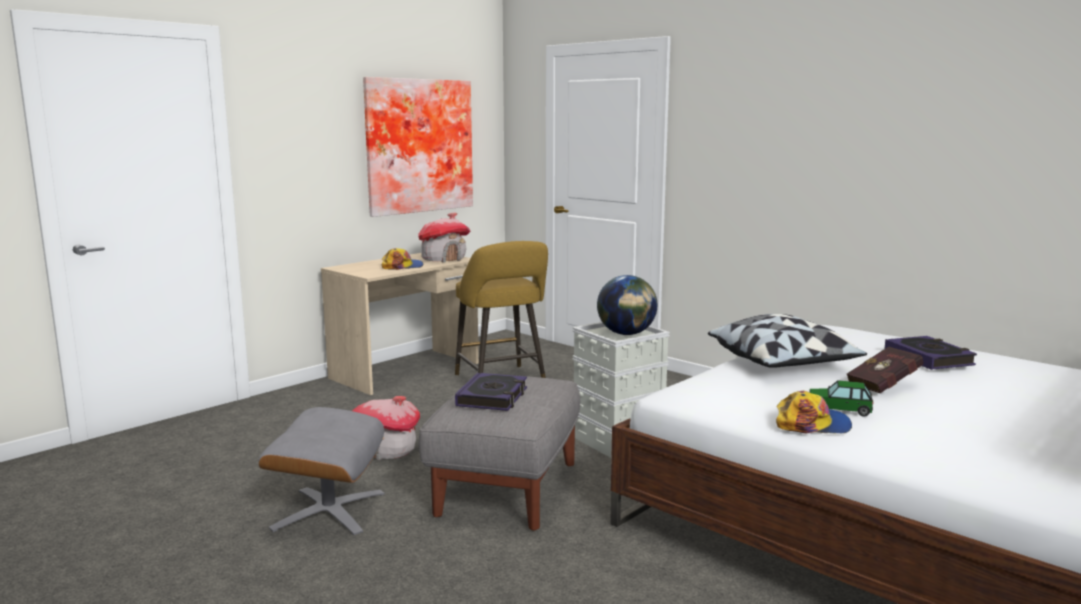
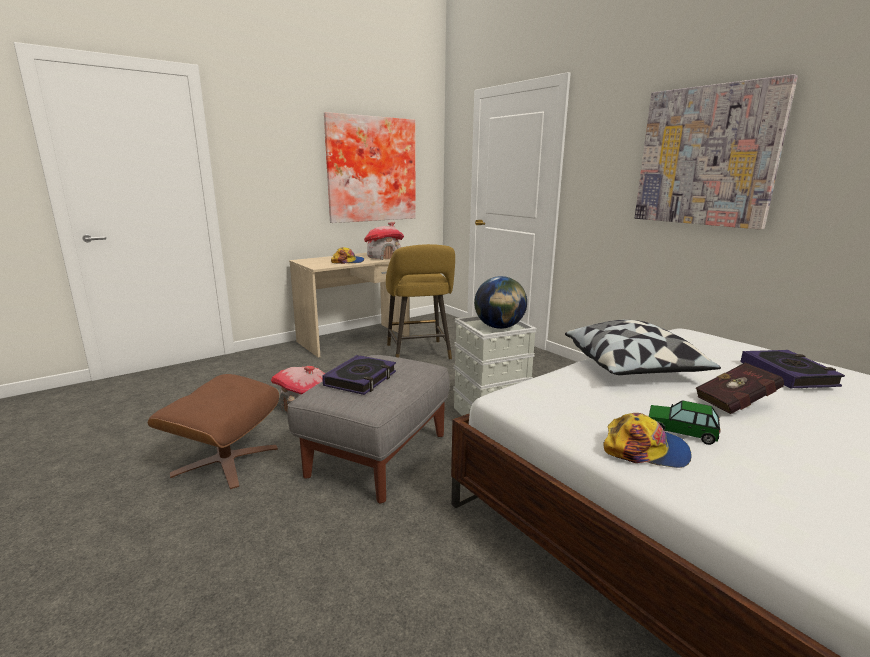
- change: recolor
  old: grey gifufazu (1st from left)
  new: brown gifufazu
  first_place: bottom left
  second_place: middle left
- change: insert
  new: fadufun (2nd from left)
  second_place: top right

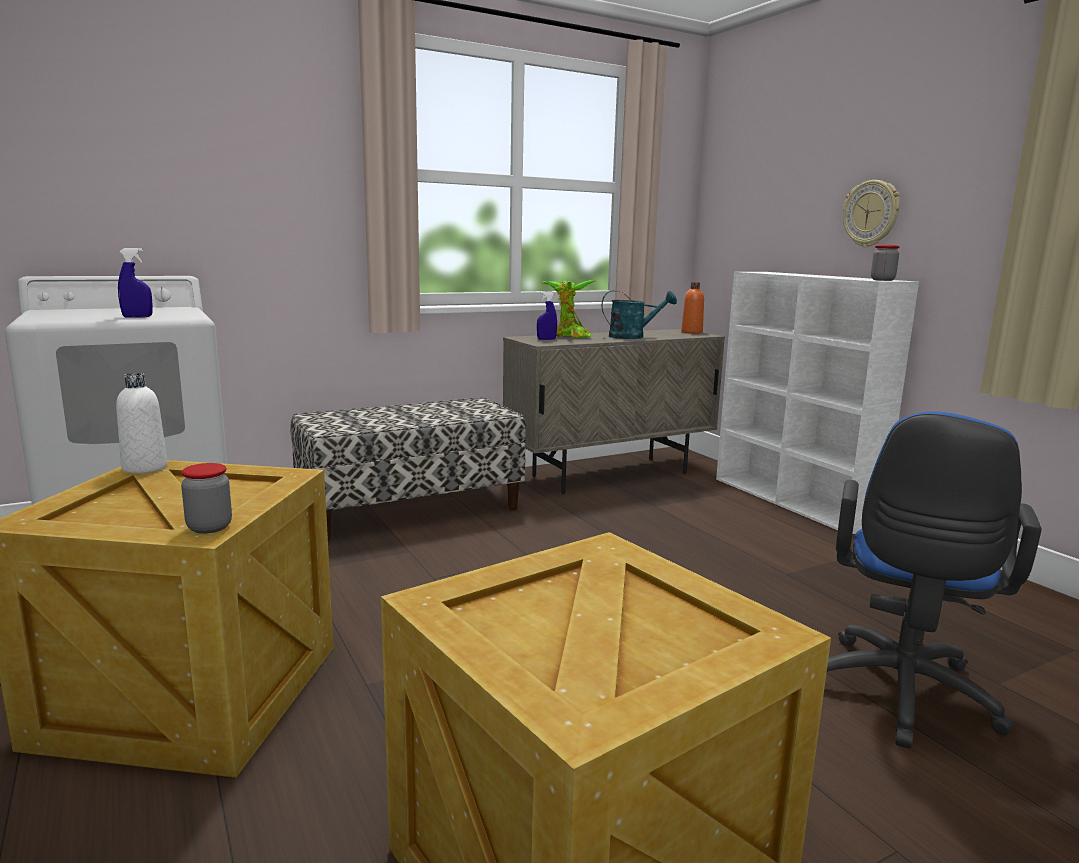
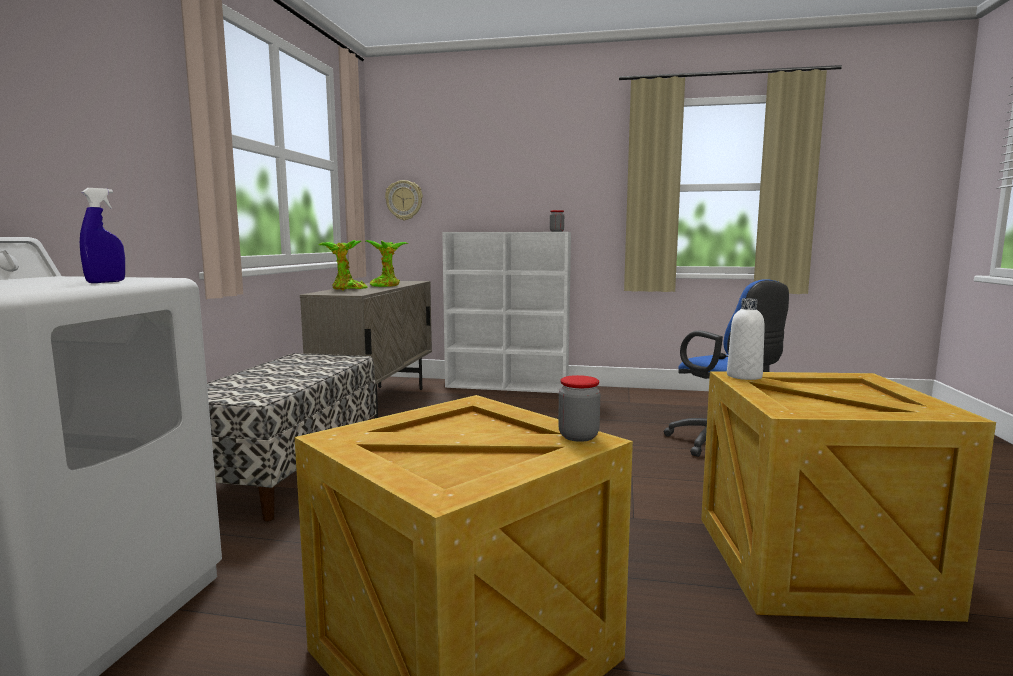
- change: move
  old: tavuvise
  first_place: top right
  second_place: top centre
- change: delete
  old: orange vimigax
  first_place: centre
- change: delete
  old: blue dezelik (2nd from left)
  first_place: centre
- change: replace
  old: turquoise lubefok
  new: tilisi (2nd from left)
  first_place: centre
  second_place: centre
- change: move
  old: white vimigax
  first_place: middle left
  second_place: middle right

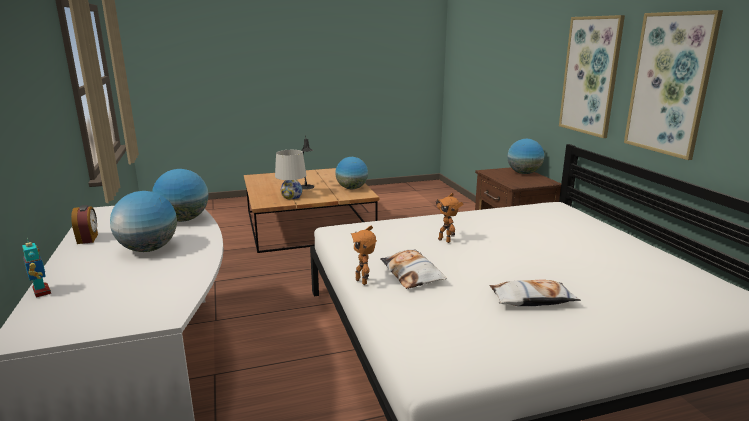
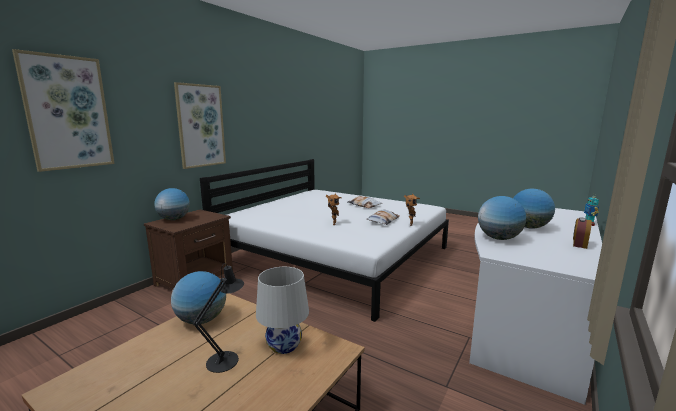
- change: move
  old: fadufun (2nd from left in the first image)
  new: fadufun (1st from left)
  first_place: top right
  second_place: top left

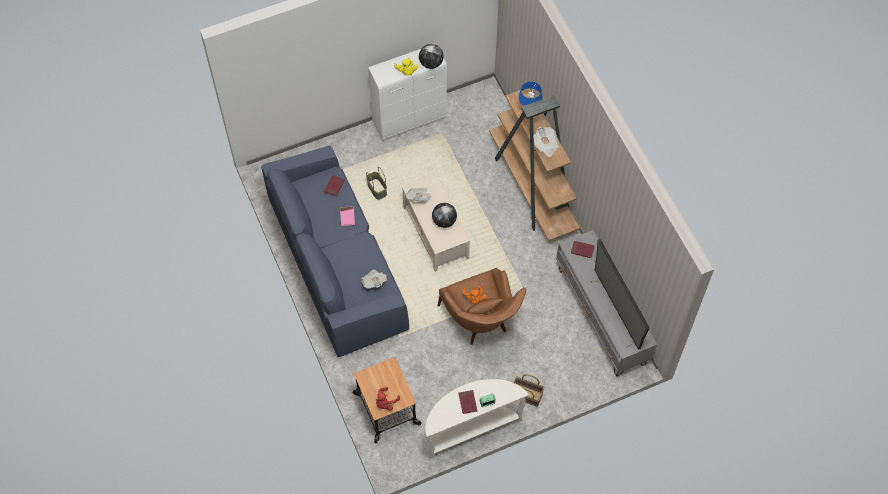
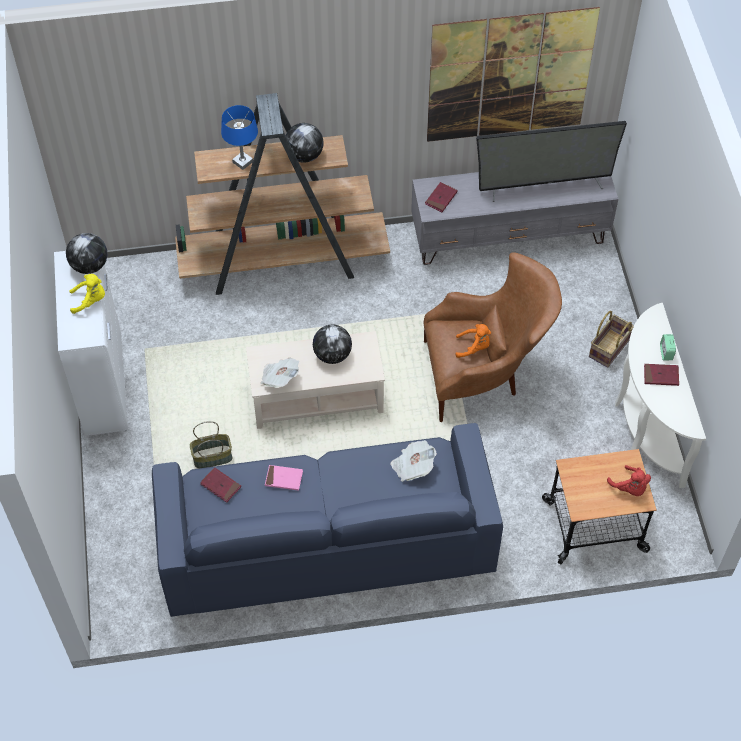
- change: replace
  old: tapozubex (3rd from left)
  new: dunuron (2nd from left)
  first_place: top centre
  second_place: top centre
- change: insert
  new: fadufun
  second_place: top right

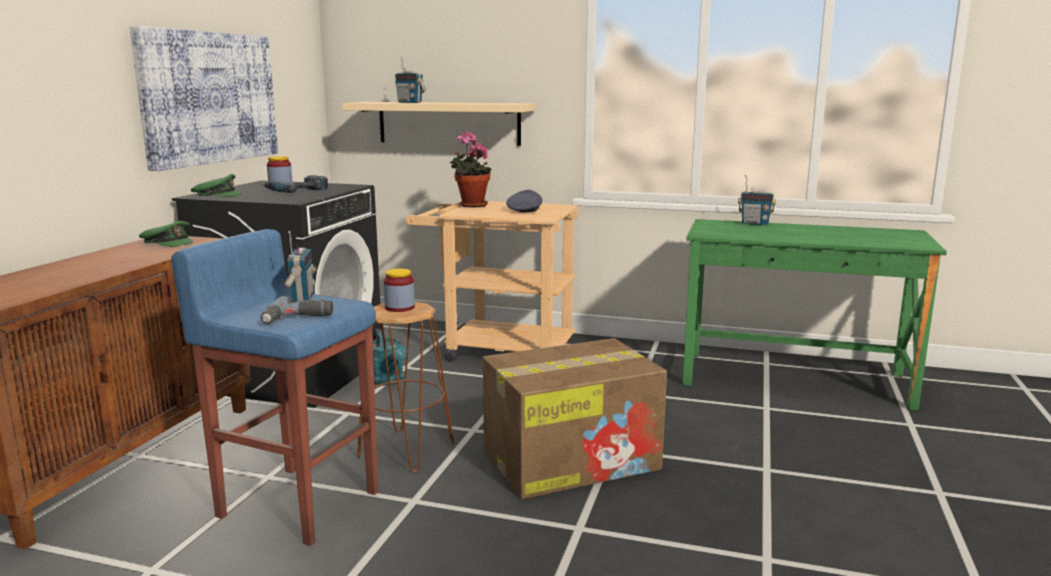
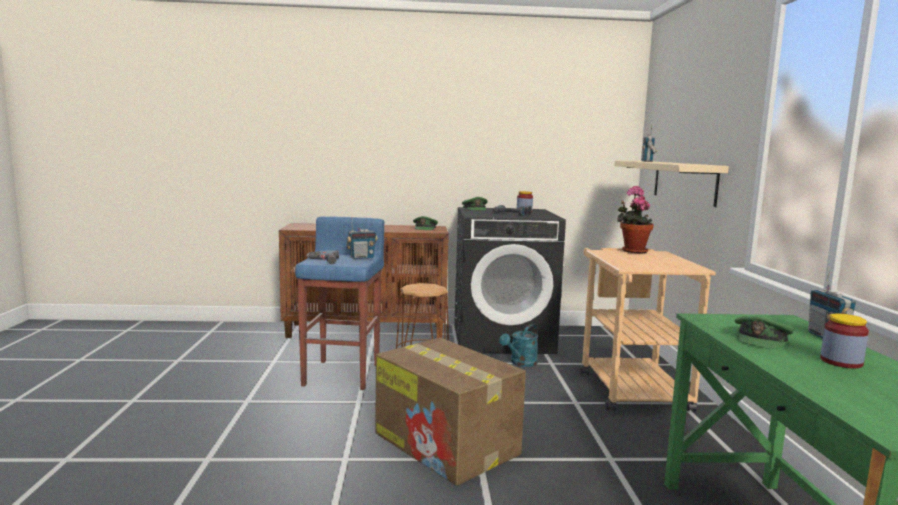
- change: delete
  old: fadufun
  first_place: top left
- change: delete
  old: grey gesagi
  first_place: centre
- change: move
  old: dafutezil (2nd from left)
  first_place: centre
  second_place: bottom right
- change: insert
  new: green gesagi (3rd from left)
  second_place: middle right

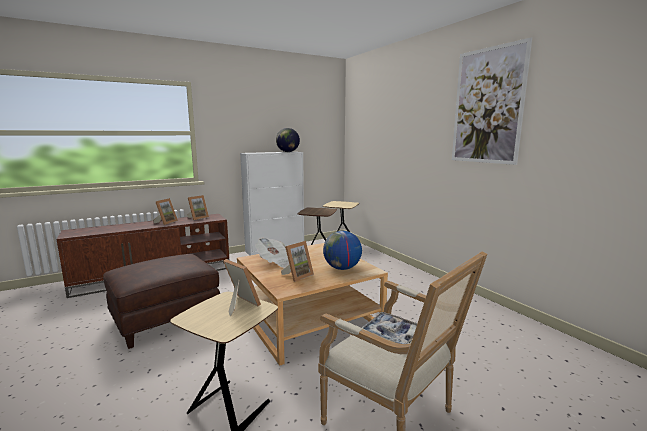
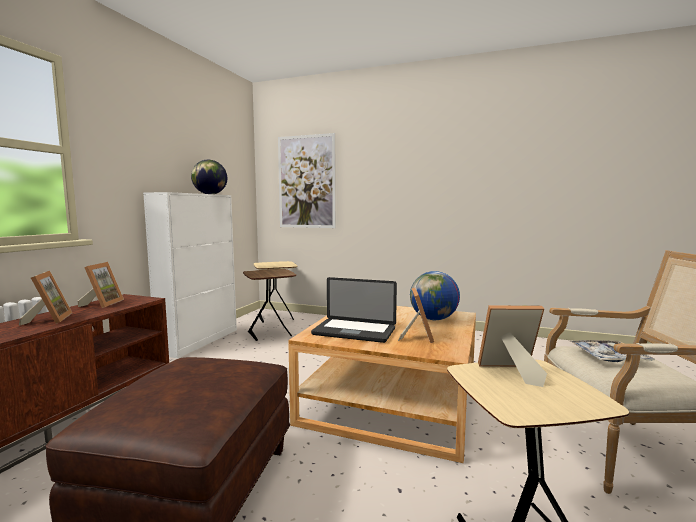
- change: move
  old: fadufun
  first_place: top right
  second_place: centre
- change: replace
  old: tapozubex
  new: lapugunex
  first_place: centre
  second_place: centre

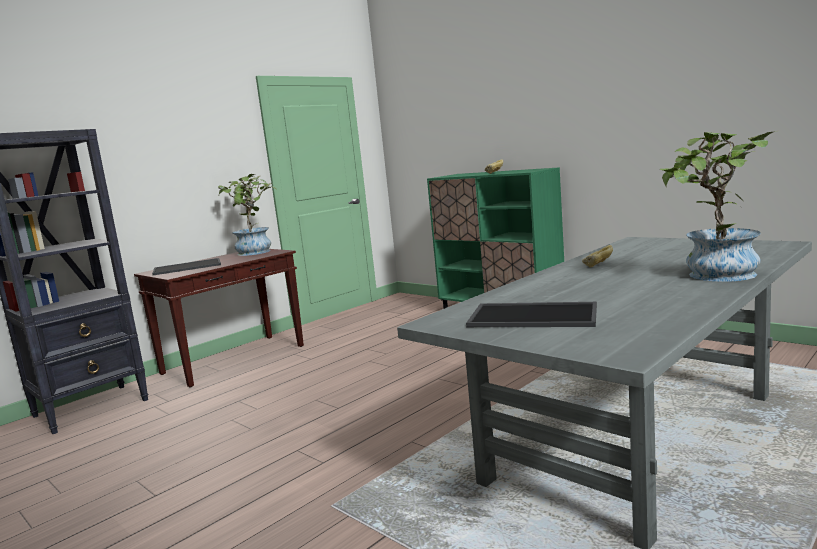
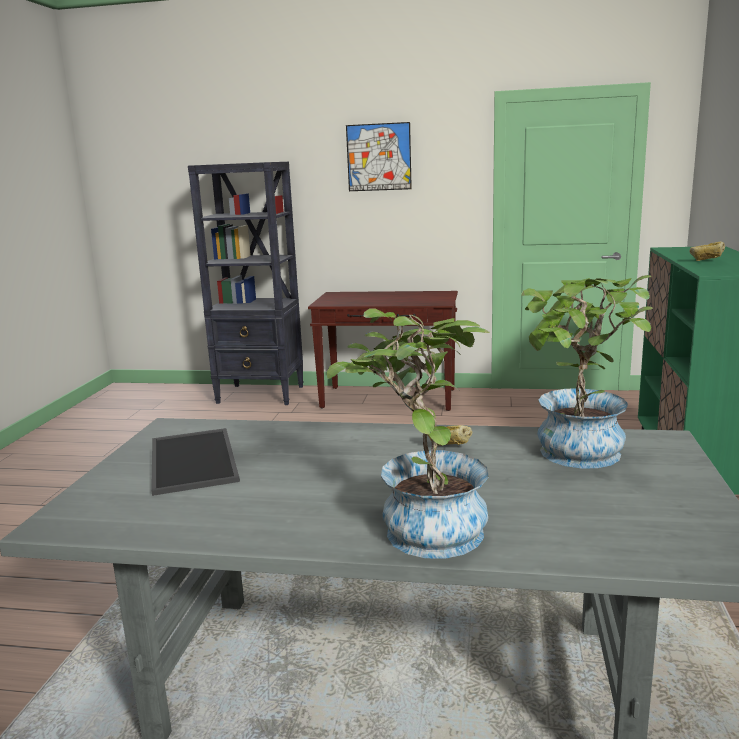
- change: move
  old: tilisi (1st from left in the first image)
  new: tilisi (2nd from left)
  first_place: middle left
  second_place: middle right
- change: delete
  old: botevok (1st from left)
  first_place: middle left
- change: insert
  new: fadufun
  second_place: top centre

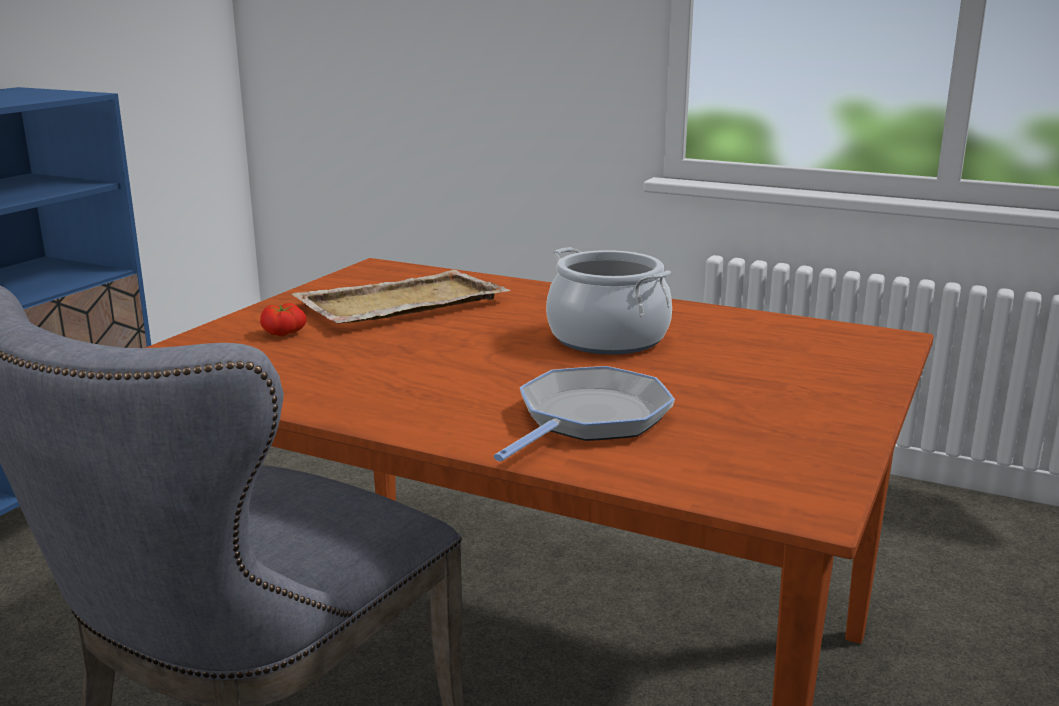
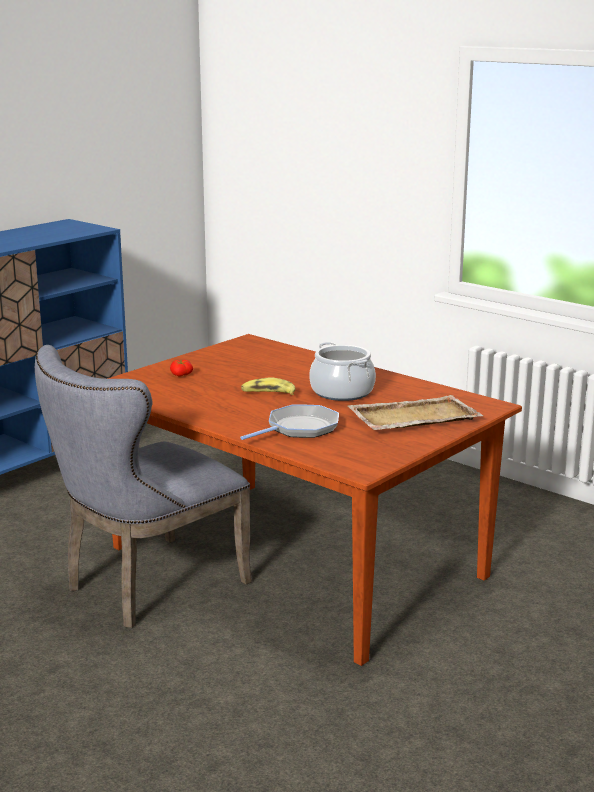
- change: move
  old: beige botevok
  first_place: centre
  second_place: middle right
- change: insert
  new: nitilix
  second_place: centre

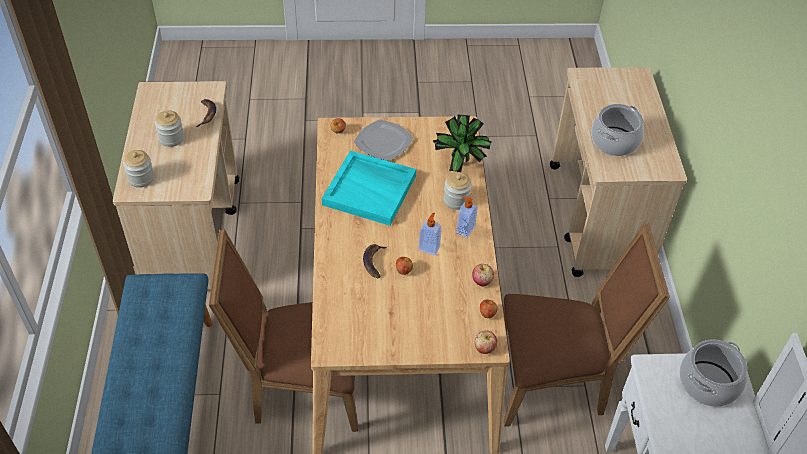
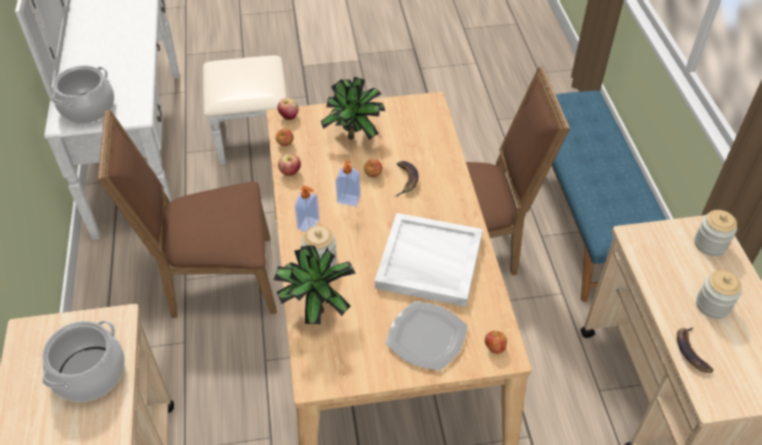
- change: recolor
  old: turquoise botevok
  new: white botevok
  first_place: centre
  second_place: centre
- change: insert
  new: tilisi (2nd from left)
  second_place: top centre

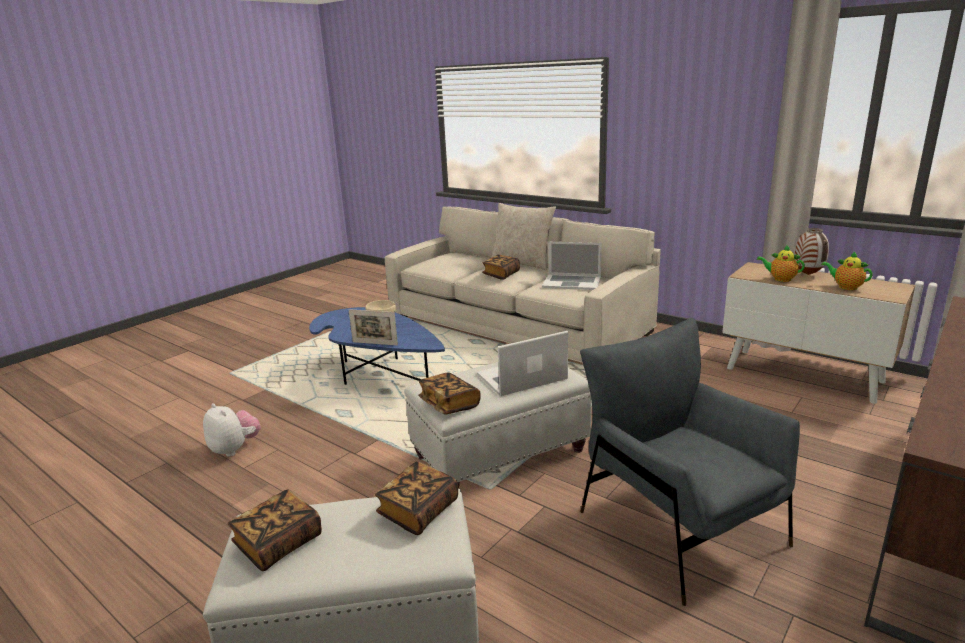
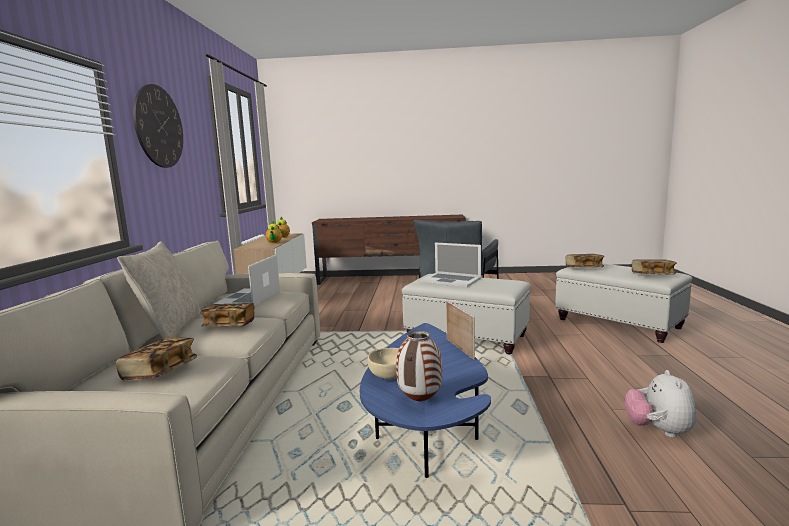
- change: move
  old: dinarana
  first_place: middle right
  second_place: bottom centre
- change: rotate
  old: lapugunex (2nd from left in the first image)
  first_place: centre
  second_place: middle left
  degrees: -150
- change: move
  old: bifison (3rd from left in the first image)
  new: bifison (1st from left)
  first_place: centre
  second_place: bottom left
- change: insert
  new: tavuvise
  second_place: top left

